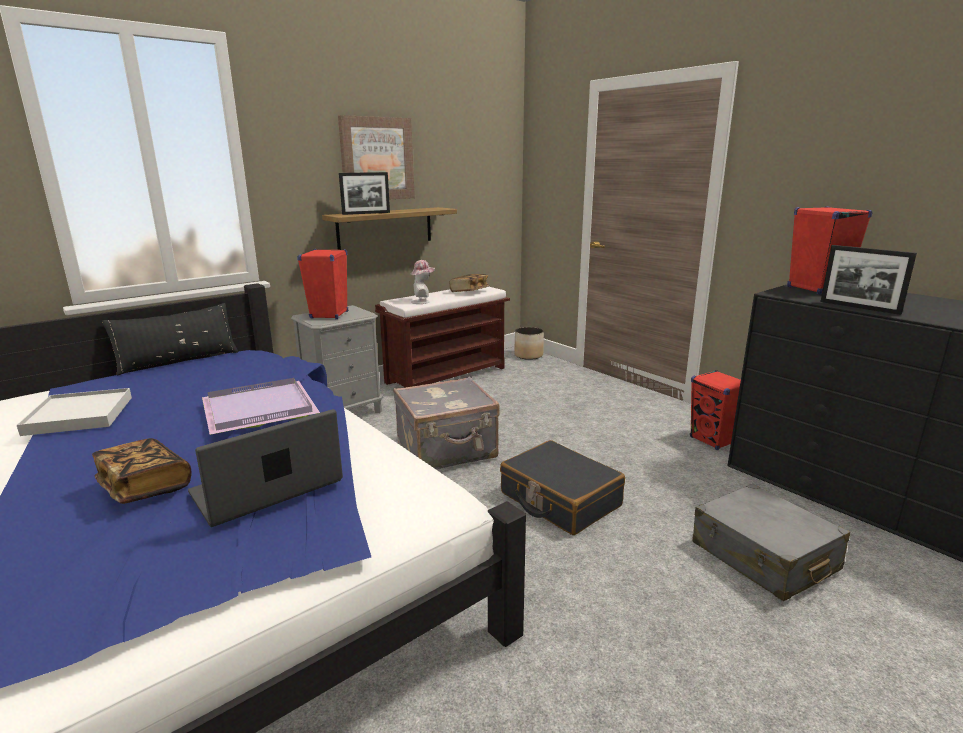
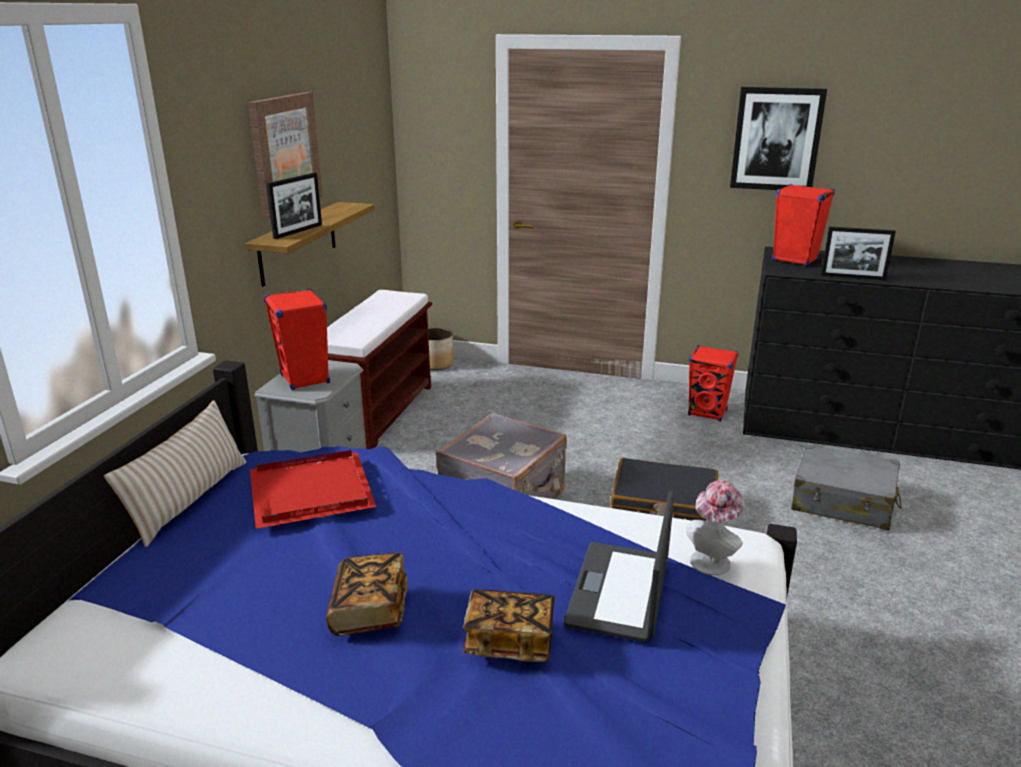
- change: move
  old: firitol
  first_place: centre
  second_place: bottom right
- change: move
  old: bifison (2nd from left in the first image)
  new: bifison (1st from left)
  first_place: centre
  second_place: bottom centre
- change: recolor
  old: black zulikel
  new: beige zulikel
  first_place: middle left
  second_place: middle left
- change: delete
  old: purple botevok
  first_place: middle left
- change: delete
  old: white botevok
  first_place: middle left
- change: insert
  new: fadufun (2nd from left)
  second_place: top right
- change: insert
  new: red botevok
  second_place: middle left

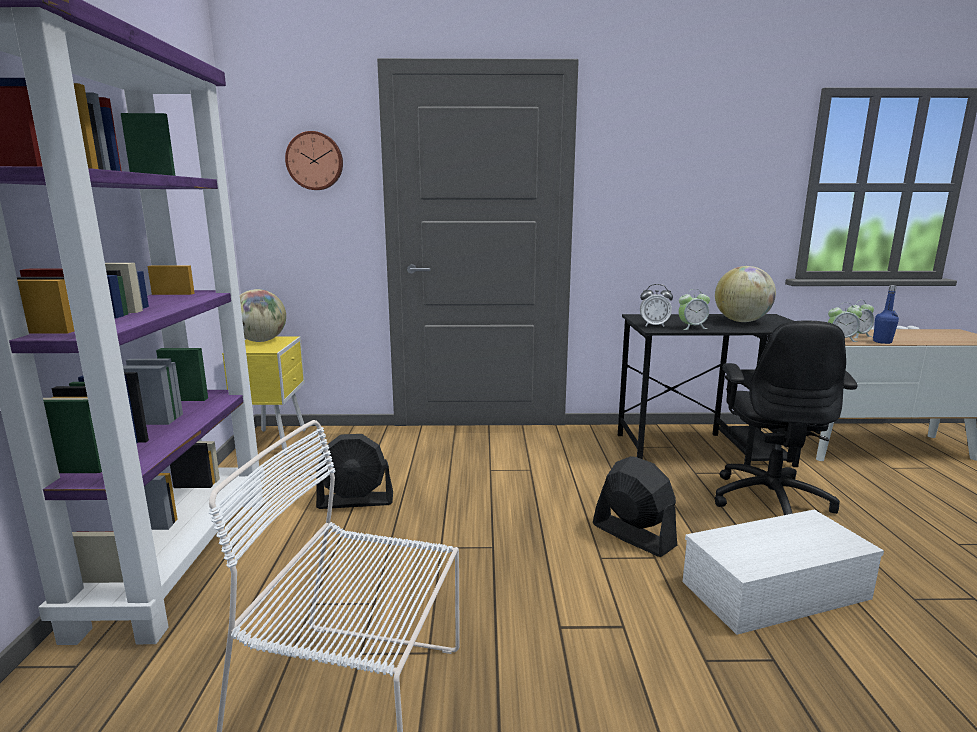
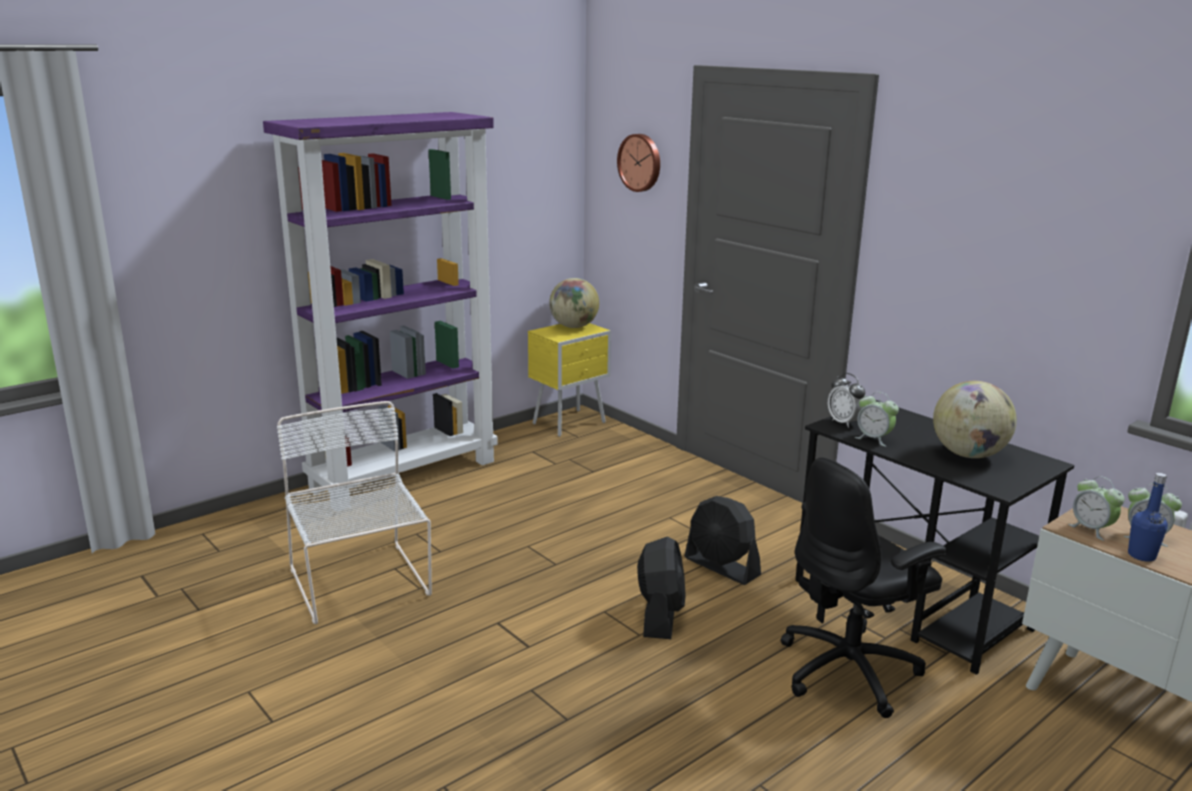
- change: move
  old: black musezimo (1st from left in the first image)
  new: black musezimo (2nd from left)
  first_place: centre
  second_place: bottom centre
- change: delete
  old: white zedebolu
  first_place: bottom right

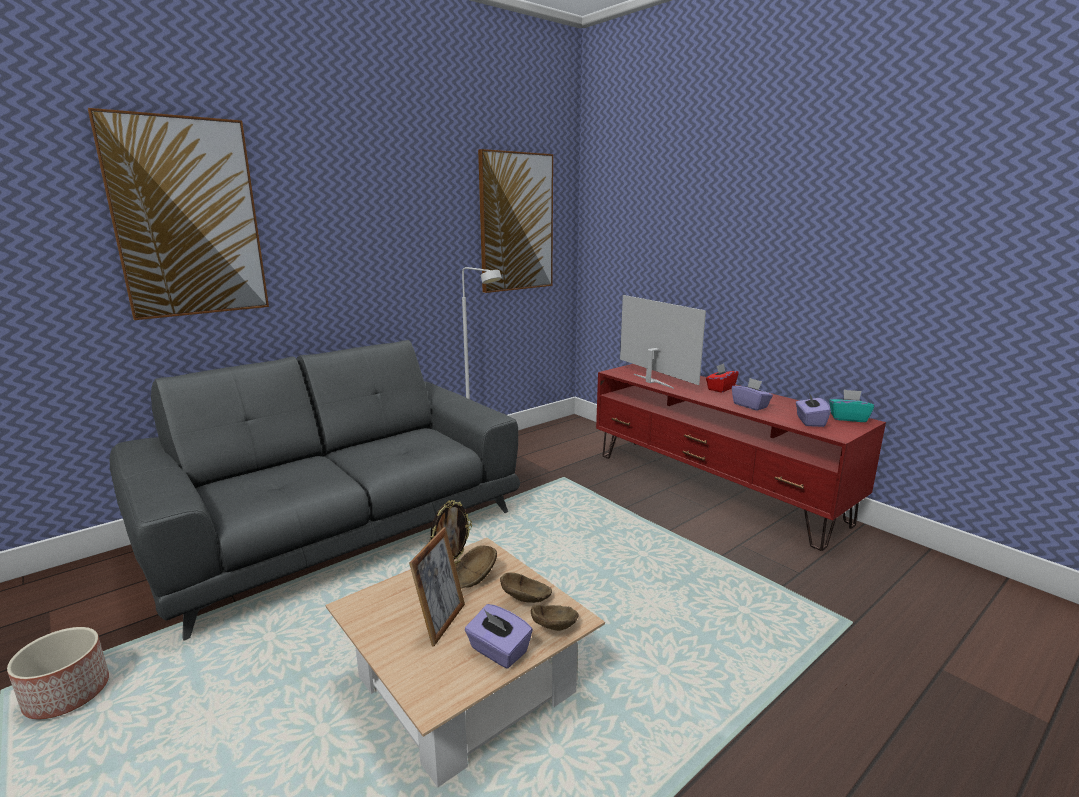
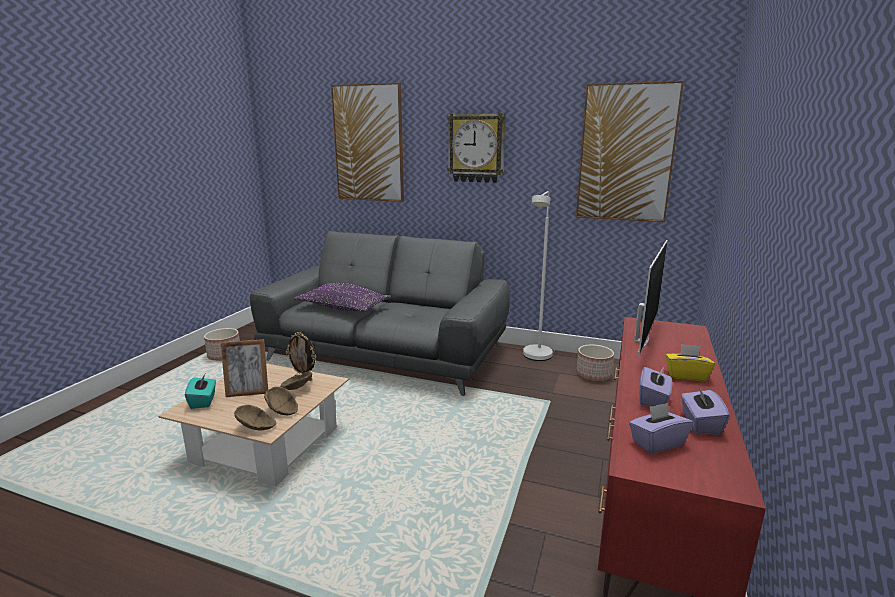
- change: recolor
  old: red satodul
  new: yellow satodul
  first_place: middle right
  second_place: middle right
- change: move
  old: turquoise satodul
  first_place: middle right
  second_place: middle left
- change: move
  old: purple satodul (1st from left in the first image)
  new: purple satodul (3rd from left)
  first_place: bottom centre
  second_place: bottom right
- change: insert
  new: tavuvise
  second_place: top centre
- change: insert
  new: purple zulikel
  second_place: centre
- change: insert
  new: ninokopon (2nd from left)
  second_place: centre

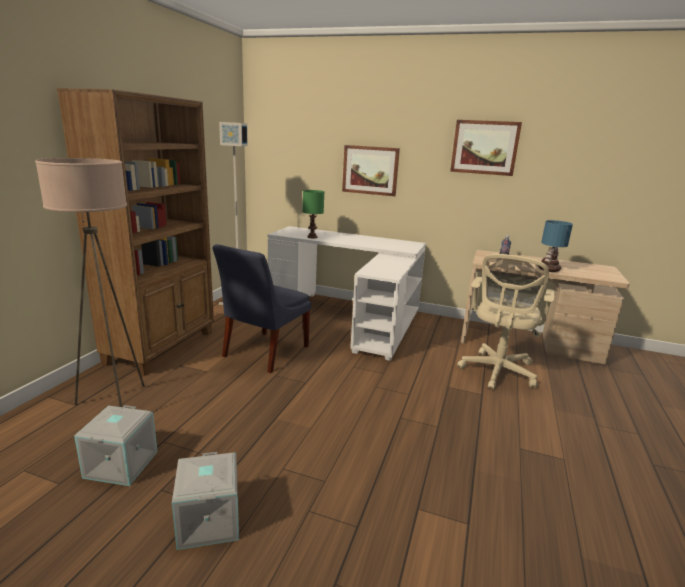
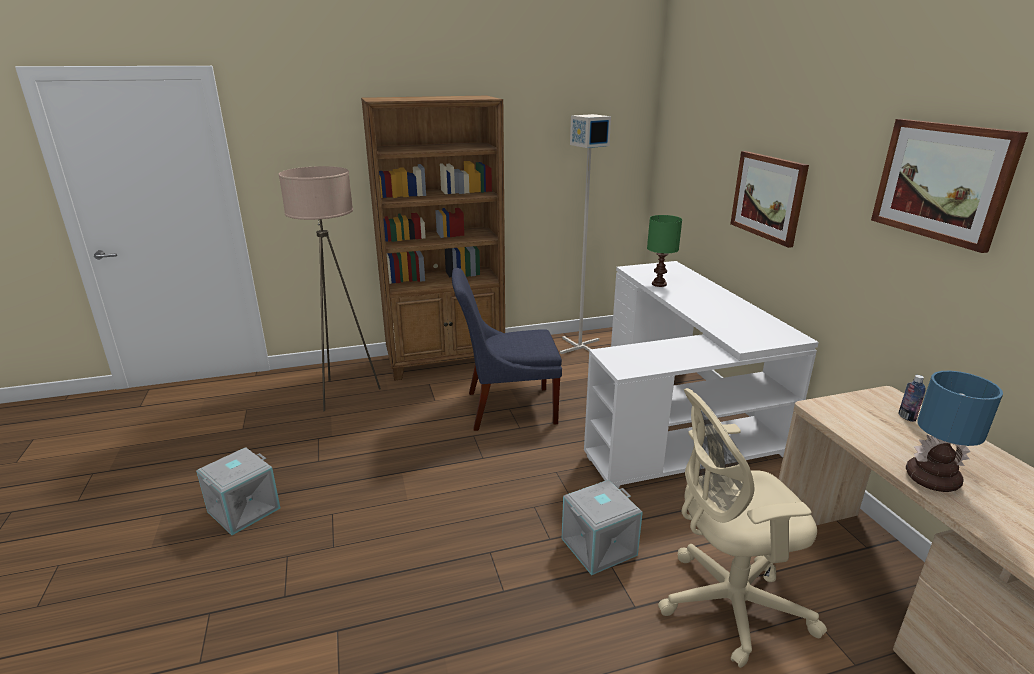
- change: move
  old: grey zedebolu (1st from left in the first image)
  new: grey zedebolu (2nd from left)
  first_place: bottom left
  second_place: bottom centre

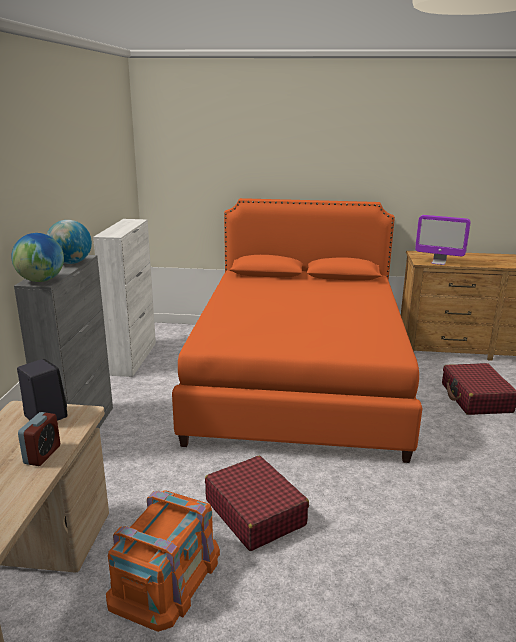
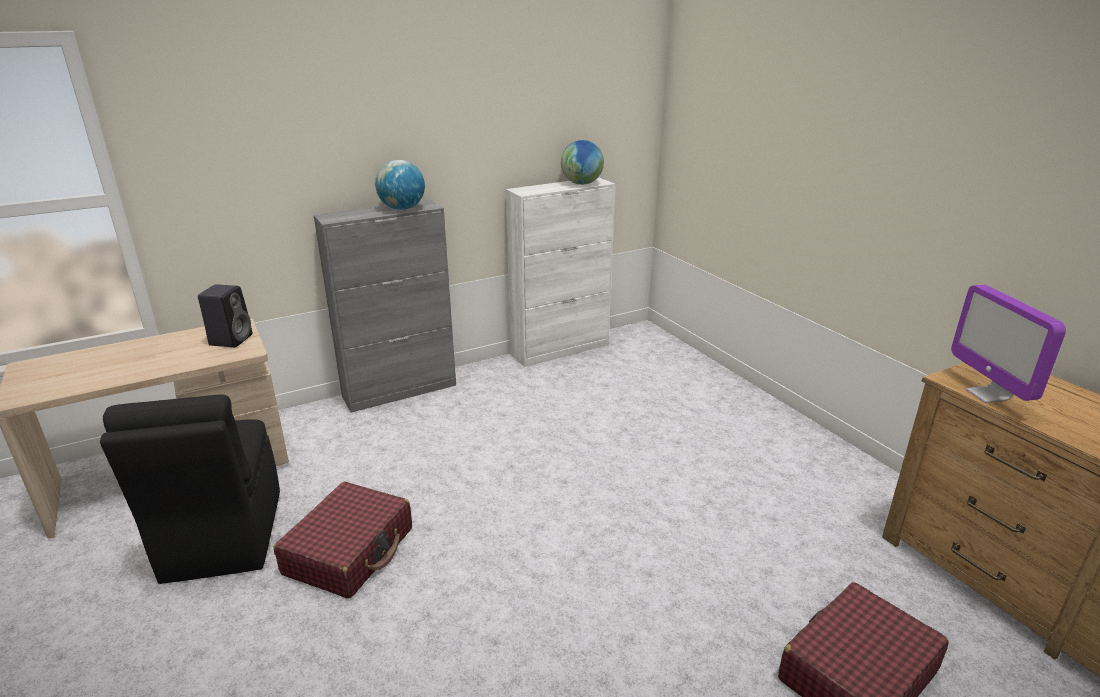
- change: delete
  old: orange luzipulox
  first_place: centre
- change: move
  old: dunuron (1st from left in the first image)
  new: dunuron (2nd from left)
  first_place: middle left
  second_place: top centre
- change: delete
  old: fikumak
  first_place: bottom left
- change: replace
  old: orange zedebolu
  new: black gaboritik
  first_place: bottom left
  second_place: bottom left

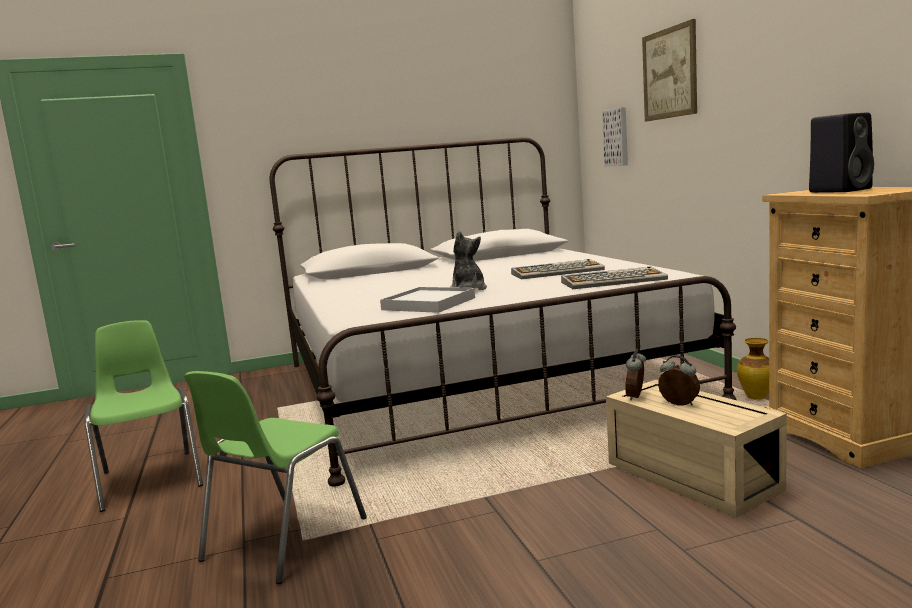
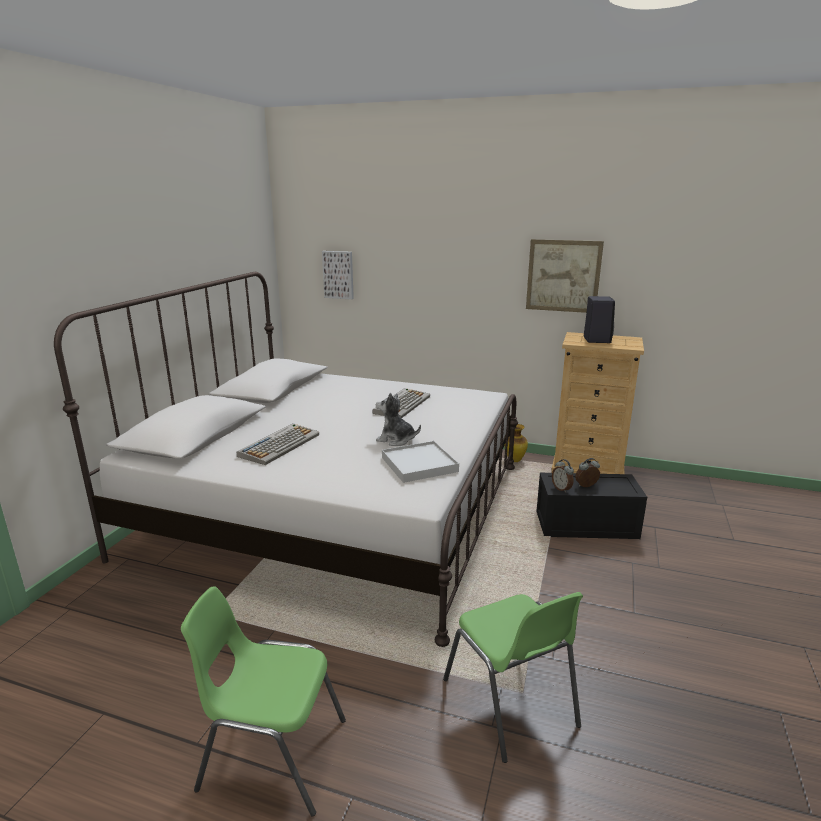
- change: move
  old: fadufun (2nd from left)
  first_place: top right
  second_place: middle right
- change: move
  old: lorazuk (2nd from left in the first image)
  new: lorazuk (1st from left)
  first_place: middle right
  second_place: centre
- change: recolor
  old: beige zedebolu
  new: black zedebolu
  first_place: bottom right
  second_place: middle right

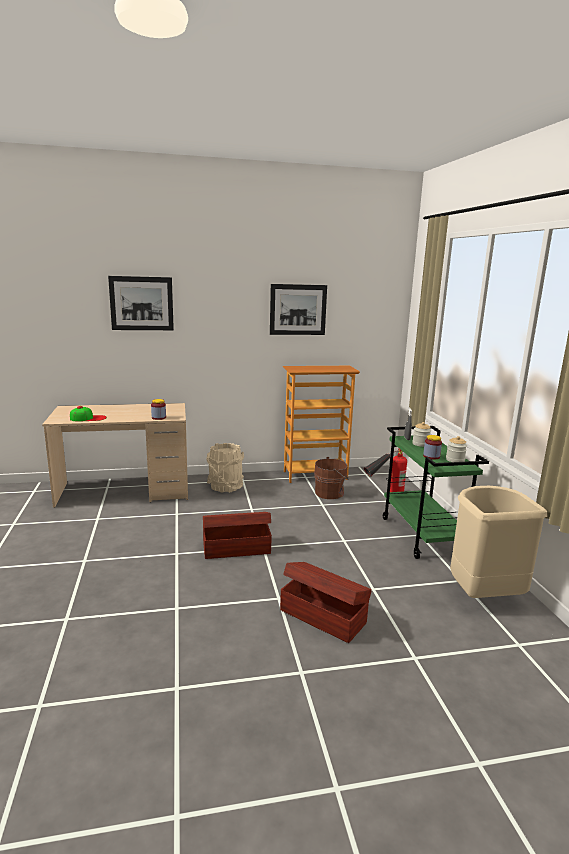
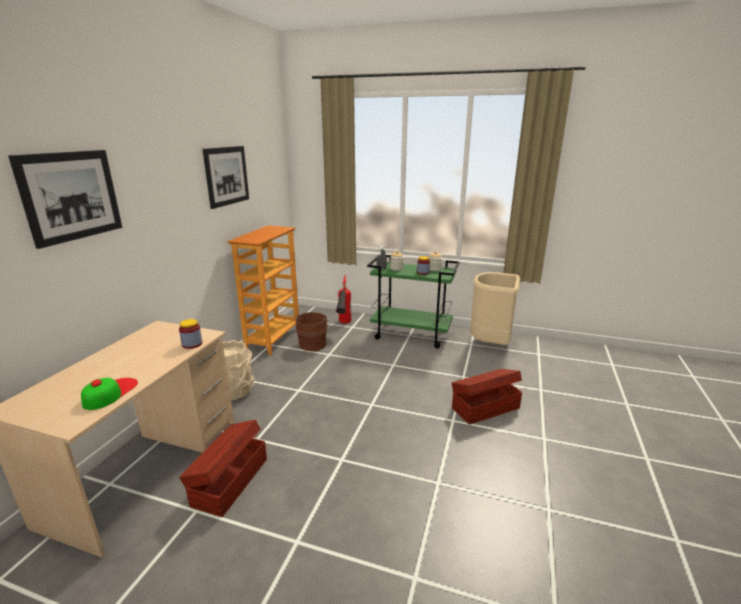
- change: move
  old: brown zedebolu (1st from left)
  first_place: centre
  second_place: bottom left

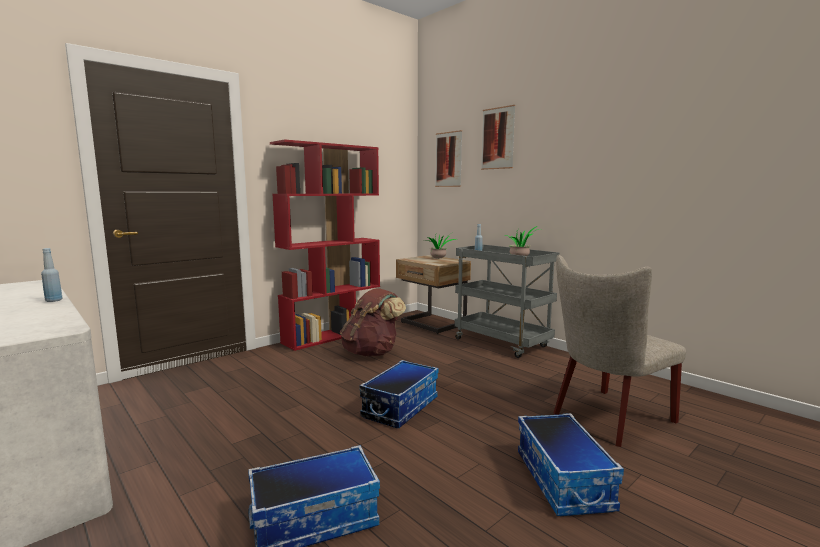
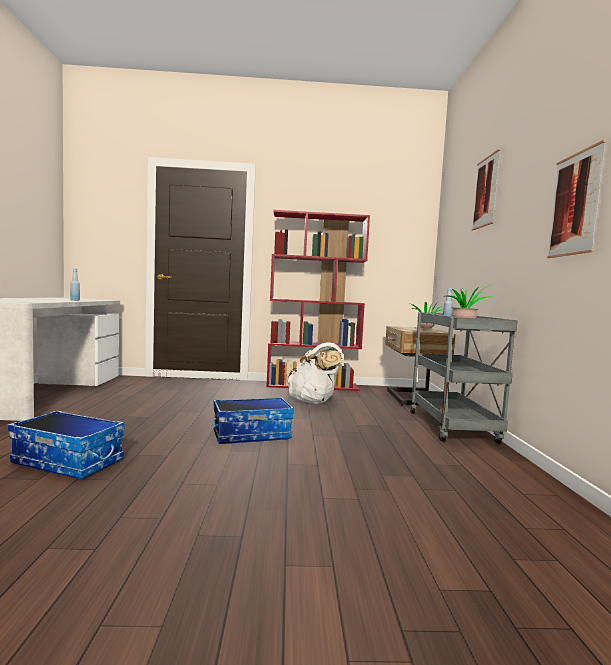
- change: move
  old: fadufun (1st from left in the first image)
  new: fadufun (2nd from left)
  first_place: top centre
  second_place: top right
- change: delete
  old: beige gaboritik
  first_place: middle right
- change: recolor
  old: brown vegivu
  new: white vegivu
  first_place: centre
  second_place: centre
- change: delete
  old: zedebolu (3rd from left)
  first_place: bottom right

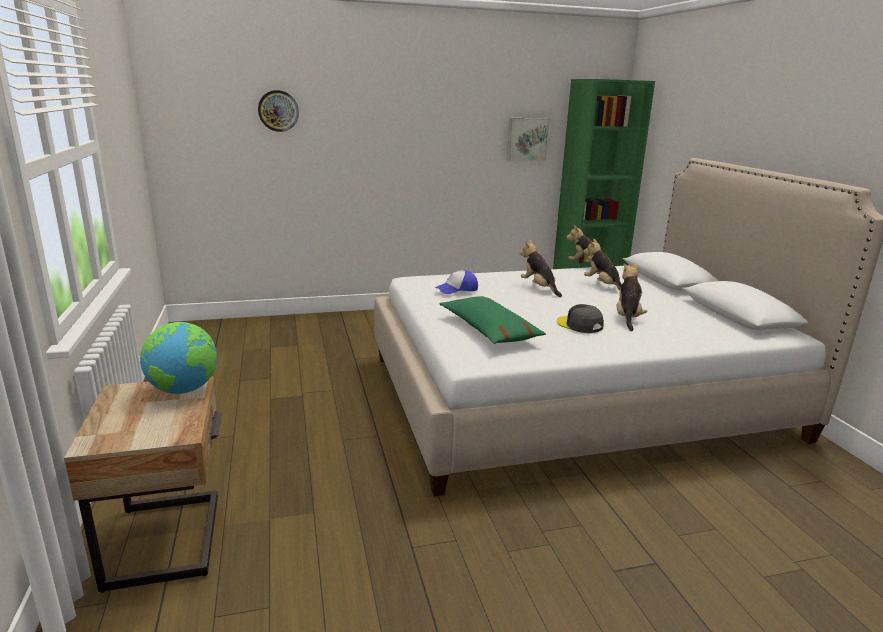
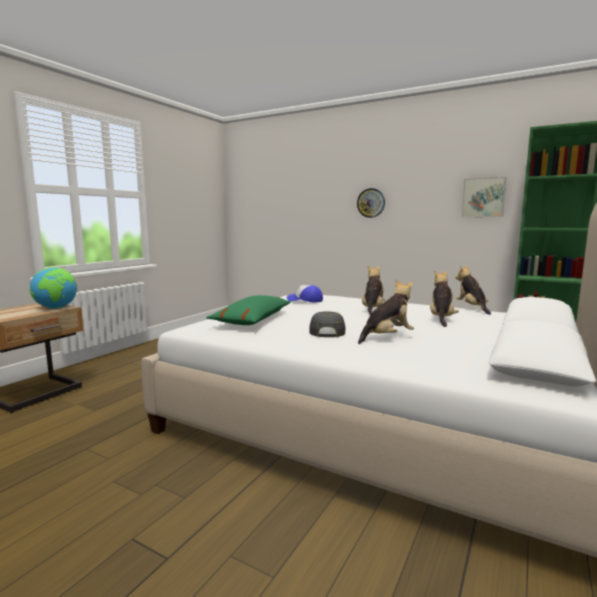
- change: move
  old: tavuvise
  first_place: top left
  second_place: centre

